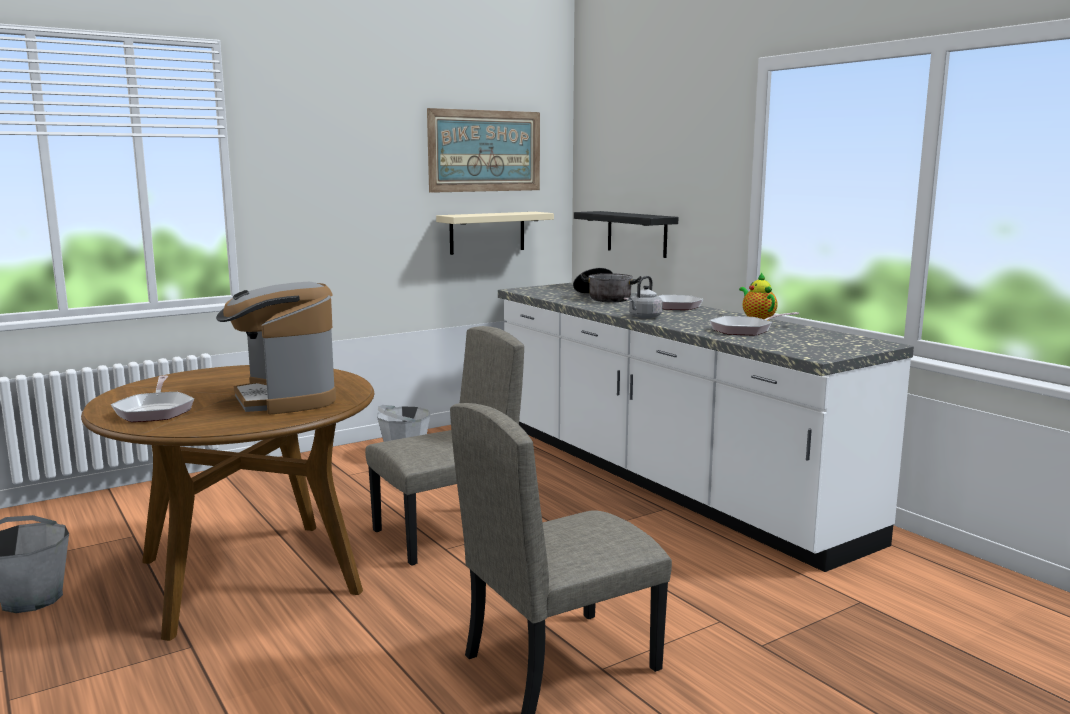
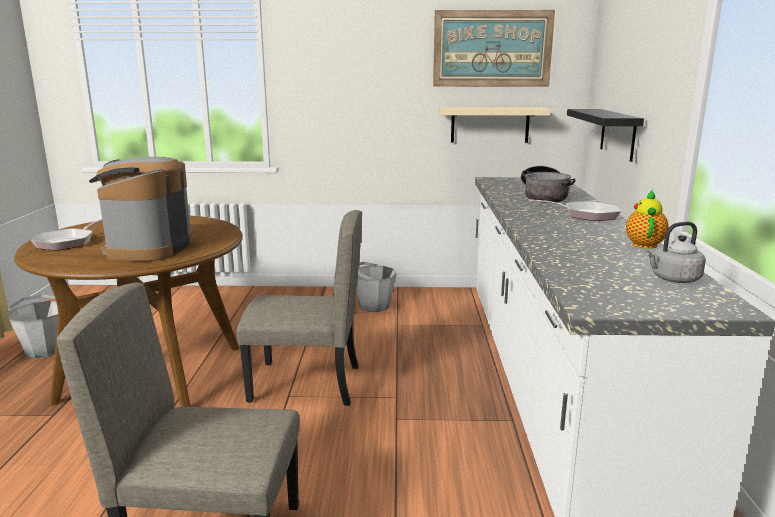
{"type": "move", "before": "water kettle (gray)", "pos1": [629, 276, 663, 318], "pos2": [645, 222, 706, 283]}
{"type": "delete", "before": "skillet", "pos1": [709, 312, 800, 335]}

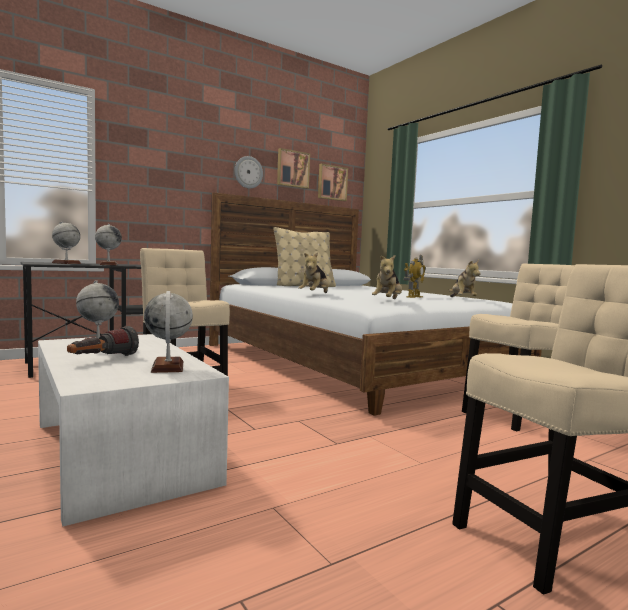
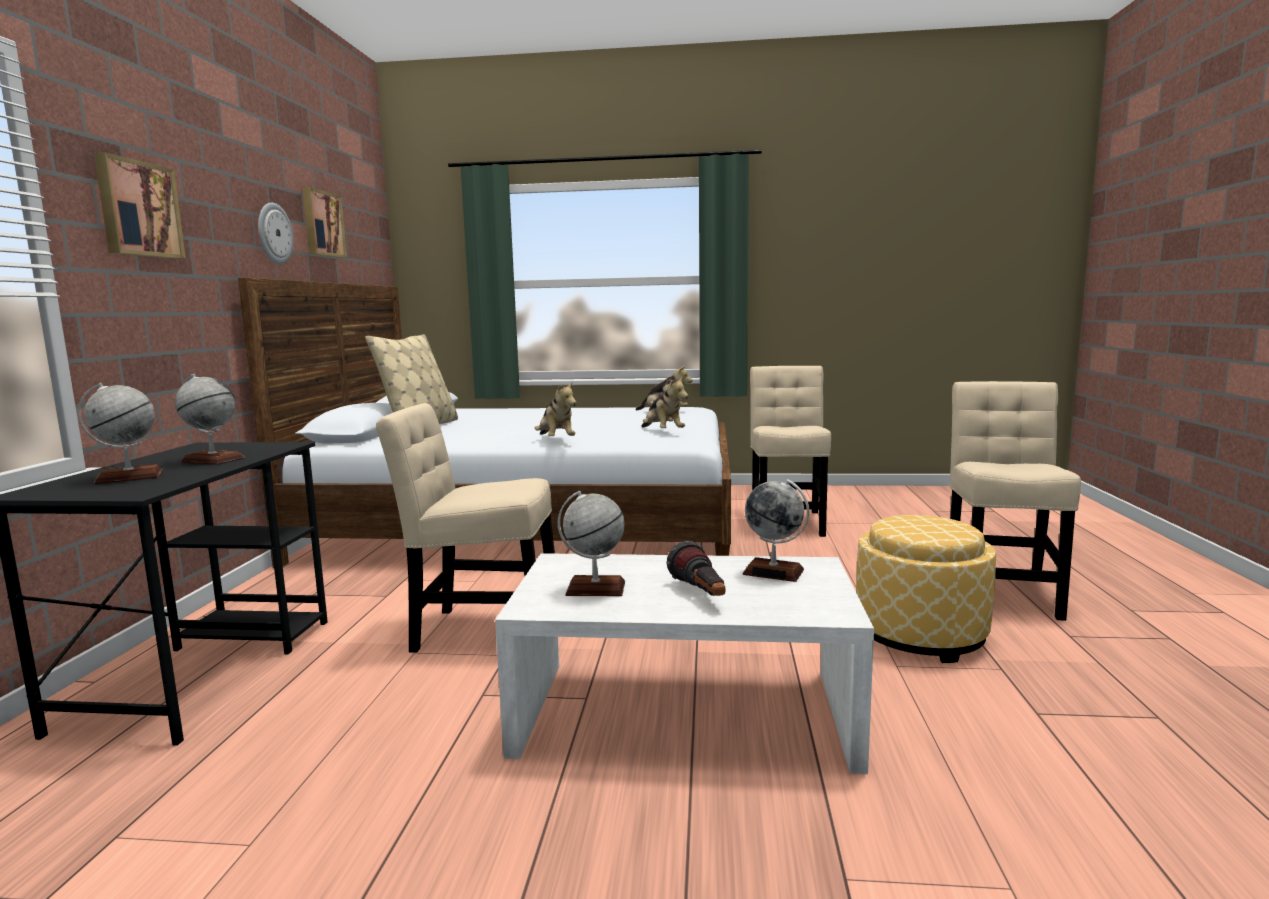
{"type": "move", "before": "picture", "pos1": [318, 164, 348, 201], "pos2": [94, 152, 186, 259]}
{"type": "delete", "before": "model robot", "pos1": [404, 255, 426, 298]}
{"type": "insert", "after": "footrest", "pos2": [856, 515, 996, 663]}

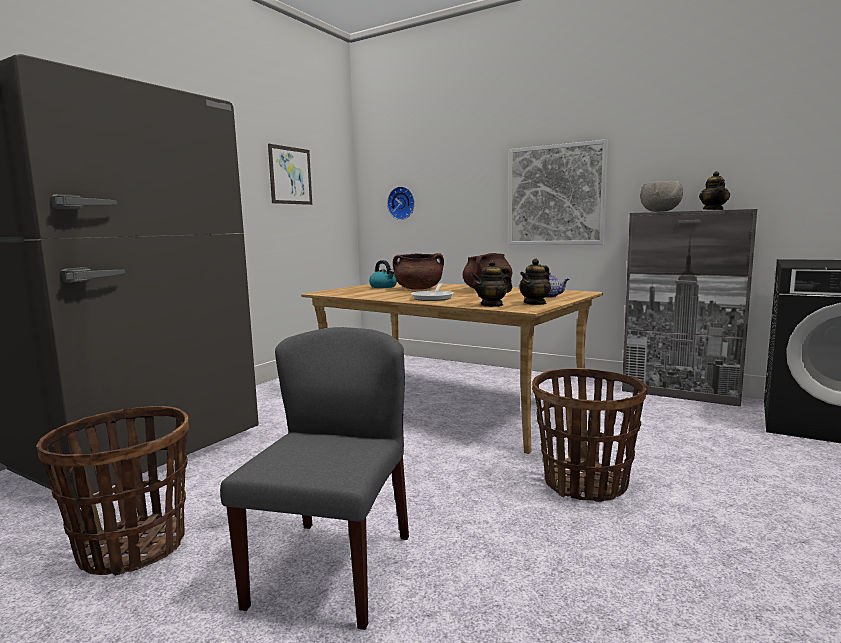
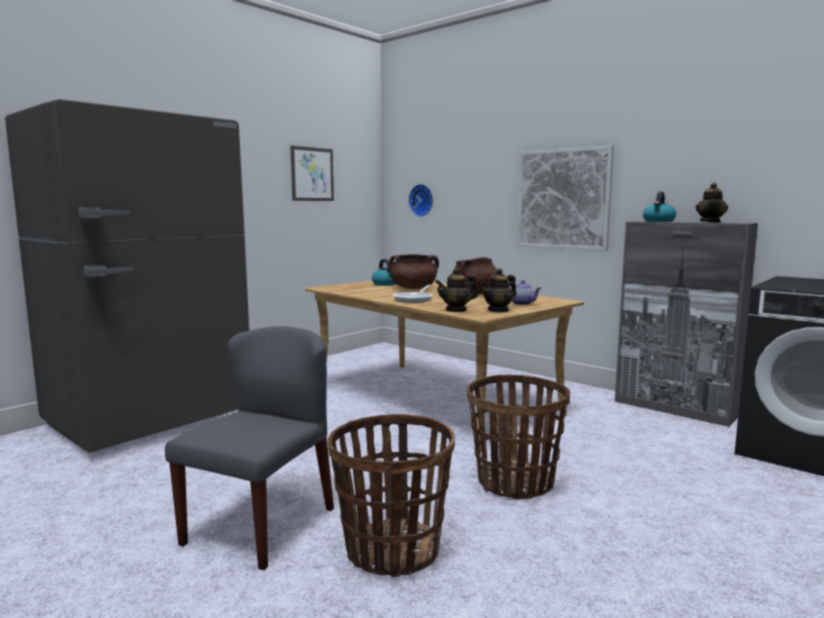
{"type": "replace", "before": "deep dish (gray)", "after": "water kettle", "pos1": [640, 181, 683, 212], "pos2": [643, 191, 676, 222]}
{"type": "move", "before": "storage basket", "pos1": [36, 406, 189, 576], "pos2": [327, 414, 455, 577]}

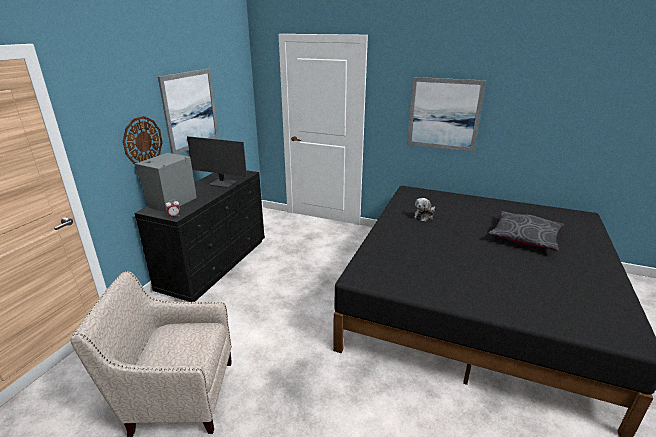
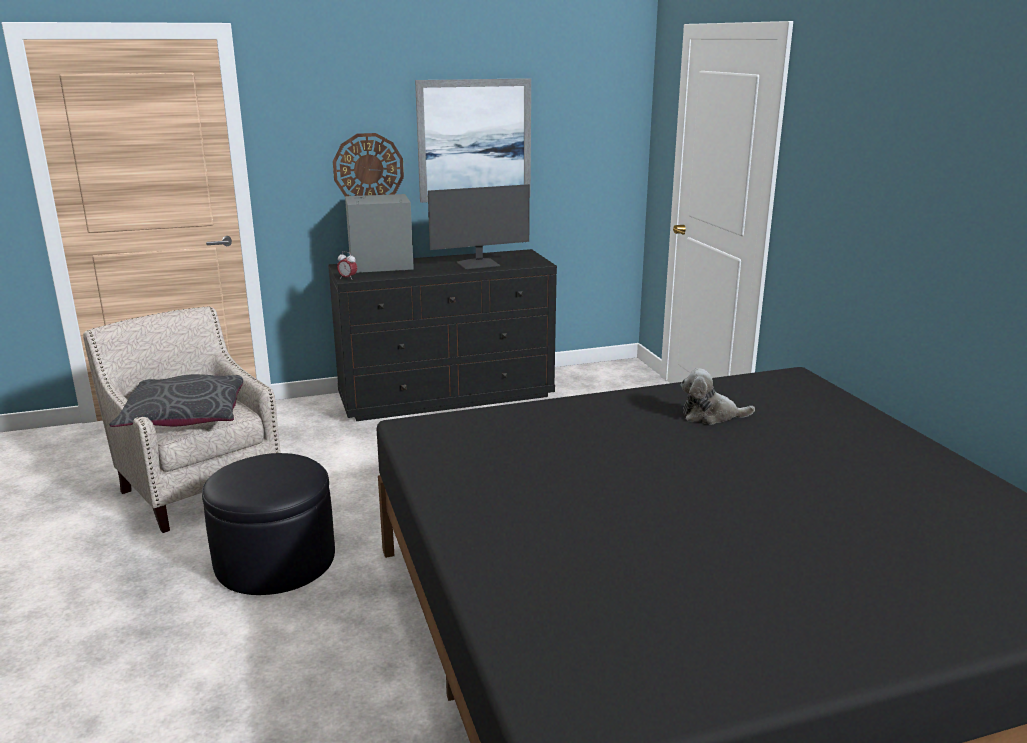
{"type": "delete", "before": "picture", "pos1": [407, 77, 486, 152]}
{"type": "rotate", "before": "monitor", "pos1": [187, 136, 247, 188], "pos2": [428, 184, 530, 270], "turn": -90}
{"type": "move", "before": "pillow (gray)", "pos1": [488, 211, 564, 251], "pos2": [109, 374, 243, 427]}
{"type": "insert", "after": "footrest (blackish)", "pos2": [202, 453, 335, 595]}

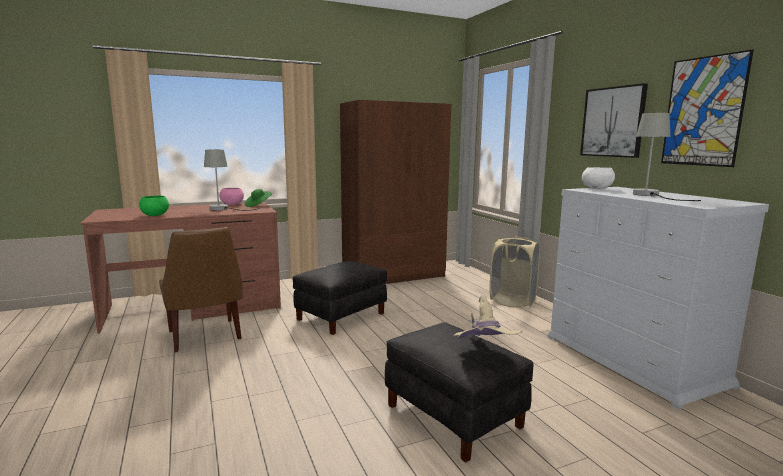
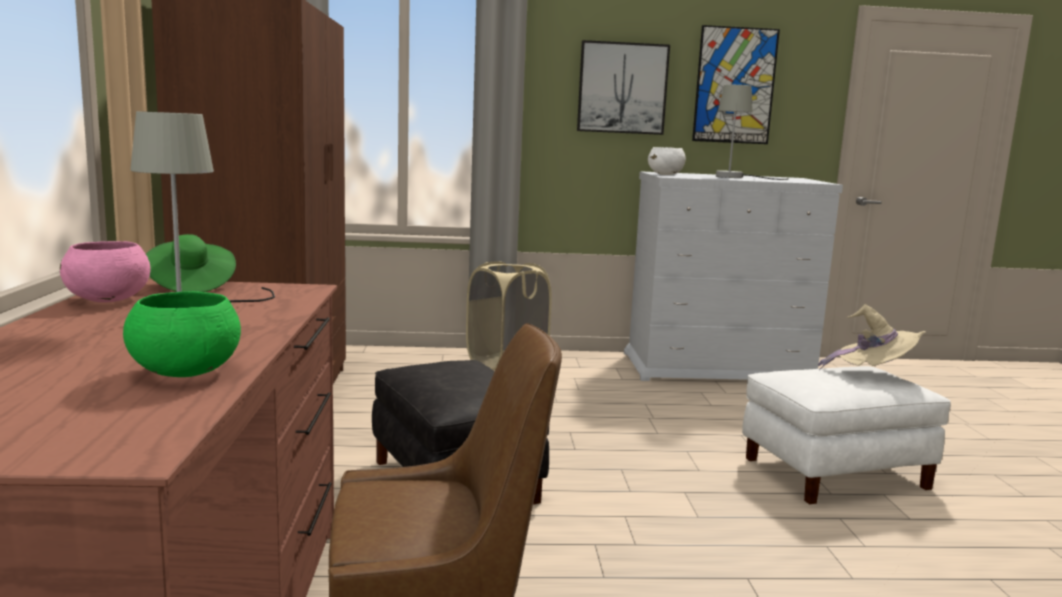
{"type": "recolor", "before": "footrest (blackish)", "after": "footrest (white-coloured)", "pos1": [385, 322, 534, 463], "pos2": [742, 366, 951, 504]}

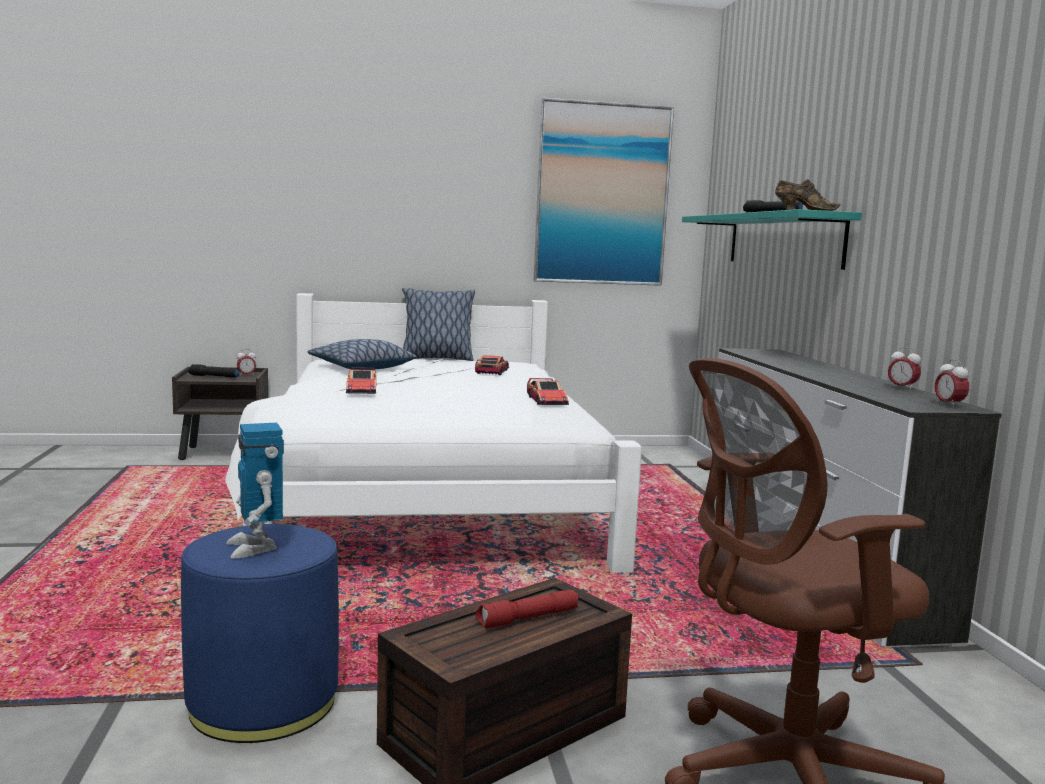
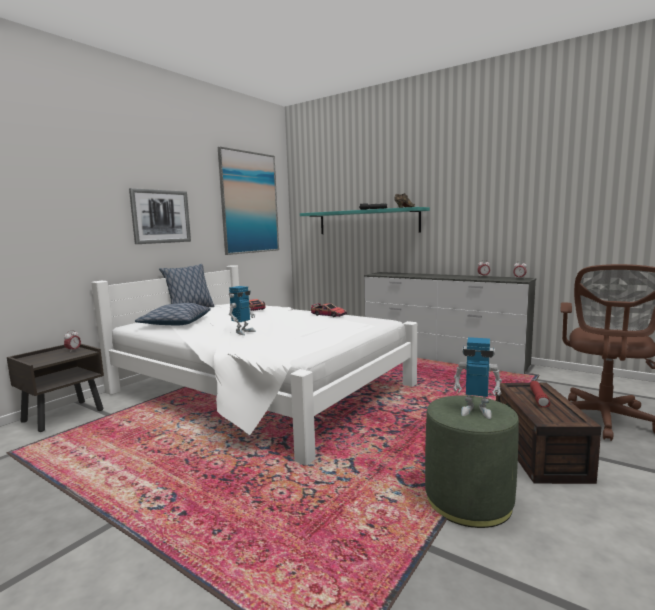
{"type": "delete", "before": "hand torch (blackish)", "pos1": [188, 364, 239, 378]}
{"type": "replace", "before": "miniature car", "after": "model robot", "pos1": [346, 367, 376, 394], "pos2": [229, 286, 256, 335]}
{"type": "recolor", "before": "footrest (blue)", "after": "footrest (green)", "pos1": [181, 524, 339, 743], "pos2": [425, 395, 519, 528]}
{"type": "insert", "after": "picture", "pos2": [129, 188, 191, 244]}

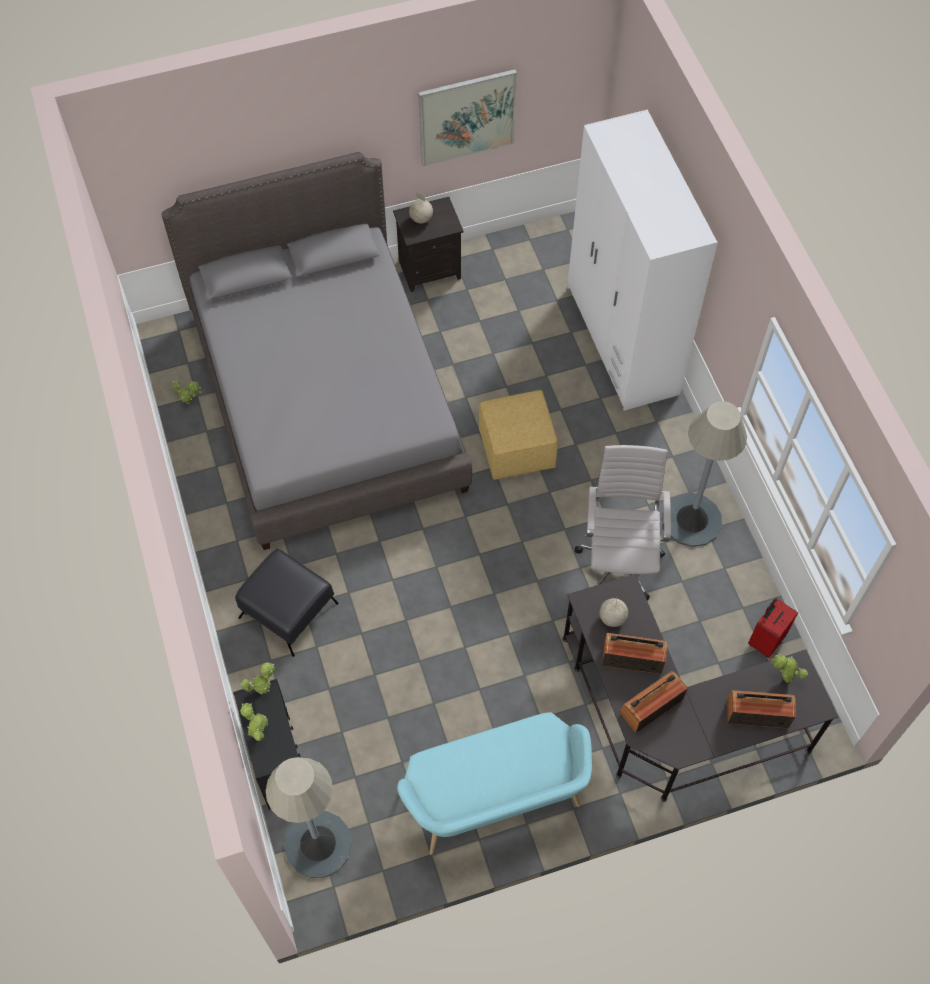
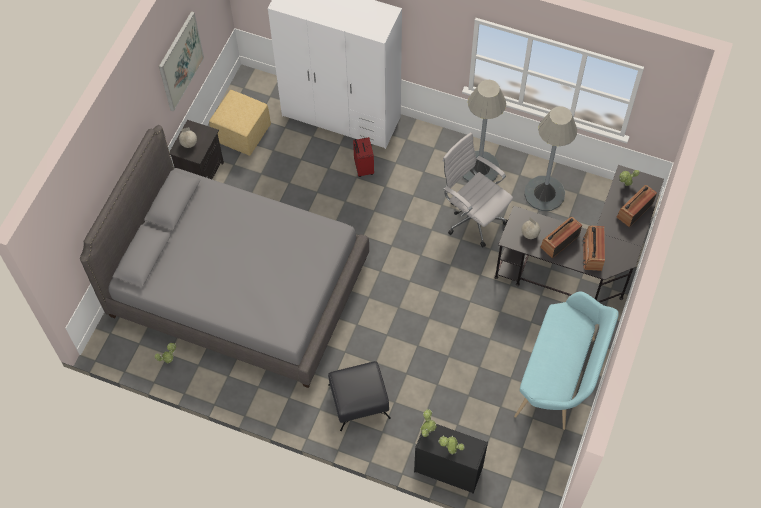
{"type": "move", "before": "footrest (yellowish)", "pos1": [479, 390, 558, 480], "pos2": [209, 90, 271, 156]}
{"type": "move", "before": "piece of luggage (red-coloured)", "pos1": [748, 598, 798, 658], "pos2": [353, 137, 374, 177]}
{"type": "move", "before": "standing lamp (gray)", "pos1": [266, 757, 352, 878], "pos2": [524, 106, 577, 211]}

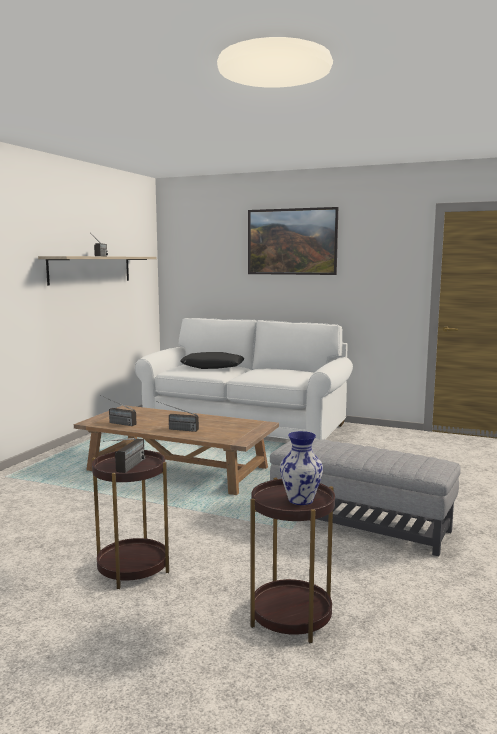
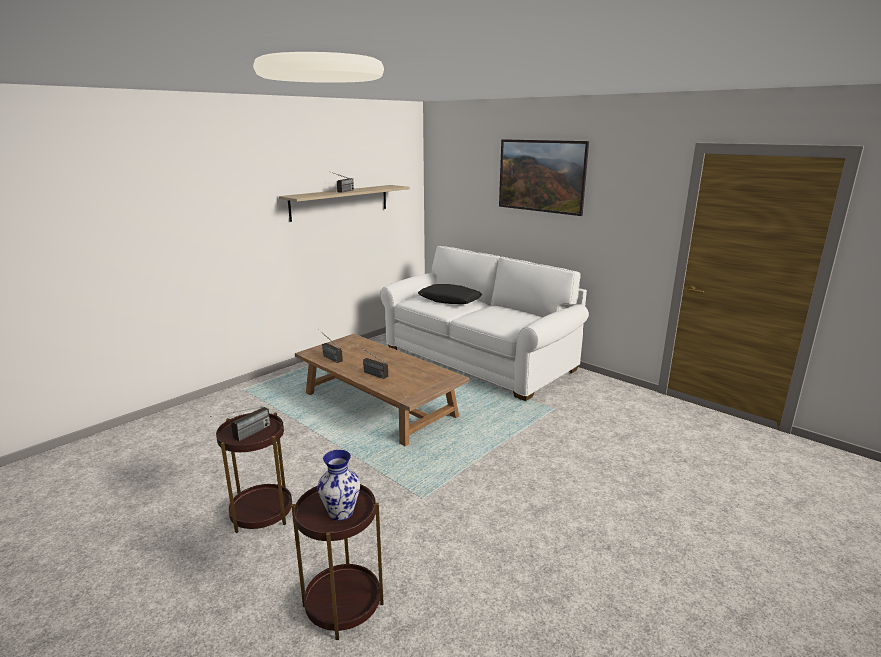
{"type": "delete", "before": "footrest (gray)", "pos1": [270, 438, 461, 556]}

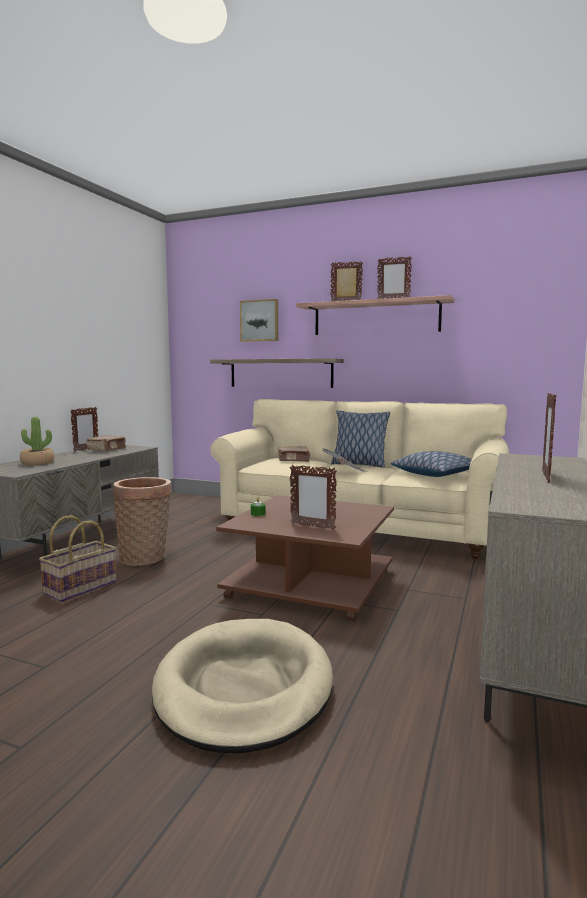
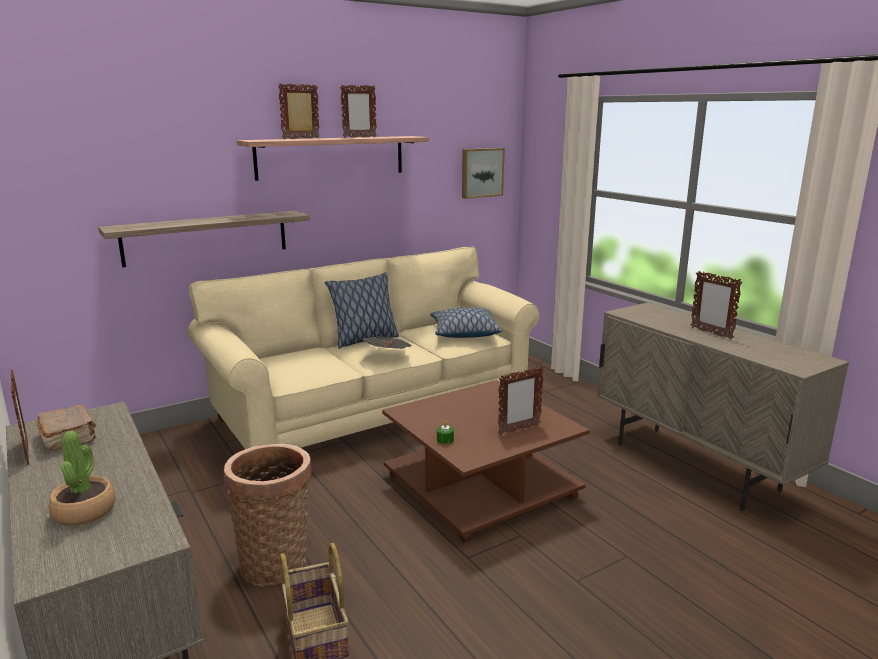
{"type": "move", "before": "picture", "pos1": [240, 299, 278, 342], "pos2": [462, 148, 505, 199]}
{"type": "delete", "before": "book (brownish)", "pos1": [278, 446, 310, 462]}
{"type": "delete", "before": "dog bed (beige)", "pos1": [152, 619, 333, 753]}

